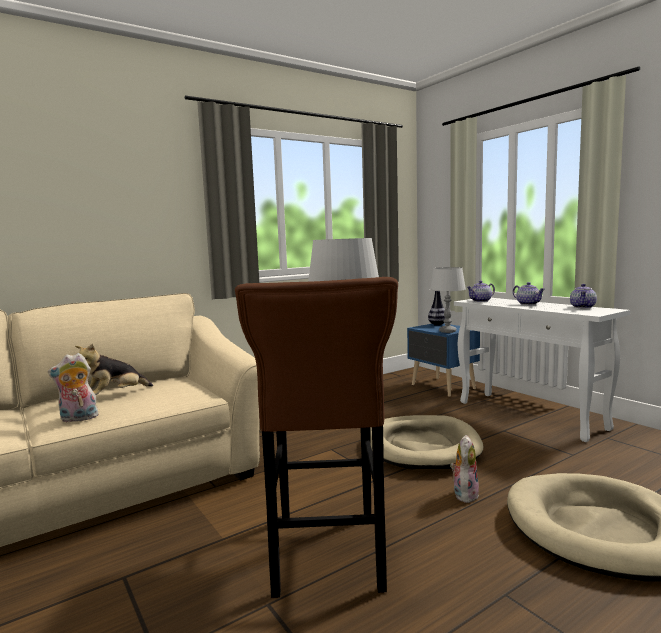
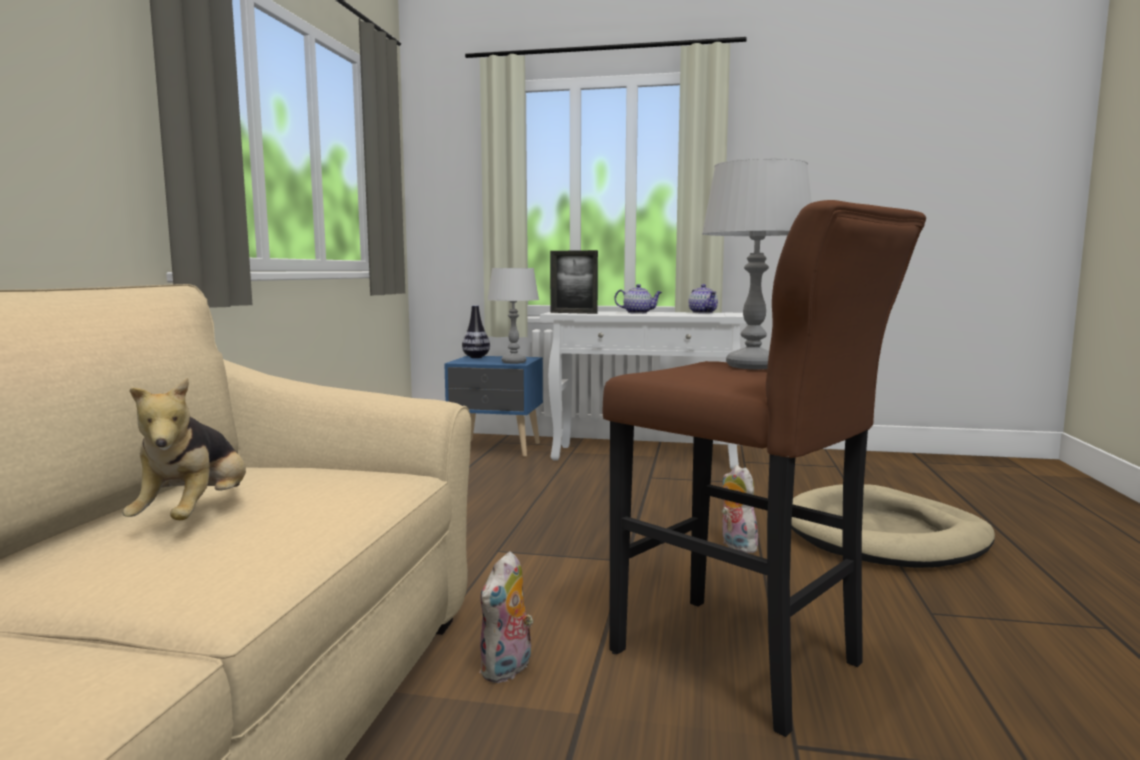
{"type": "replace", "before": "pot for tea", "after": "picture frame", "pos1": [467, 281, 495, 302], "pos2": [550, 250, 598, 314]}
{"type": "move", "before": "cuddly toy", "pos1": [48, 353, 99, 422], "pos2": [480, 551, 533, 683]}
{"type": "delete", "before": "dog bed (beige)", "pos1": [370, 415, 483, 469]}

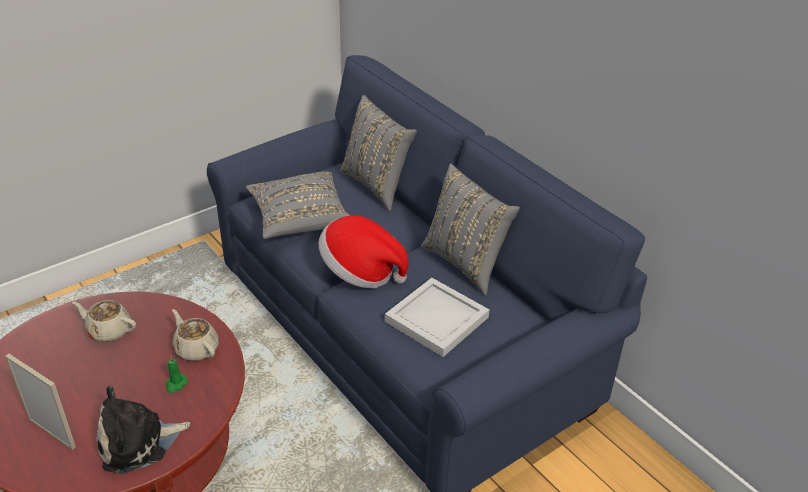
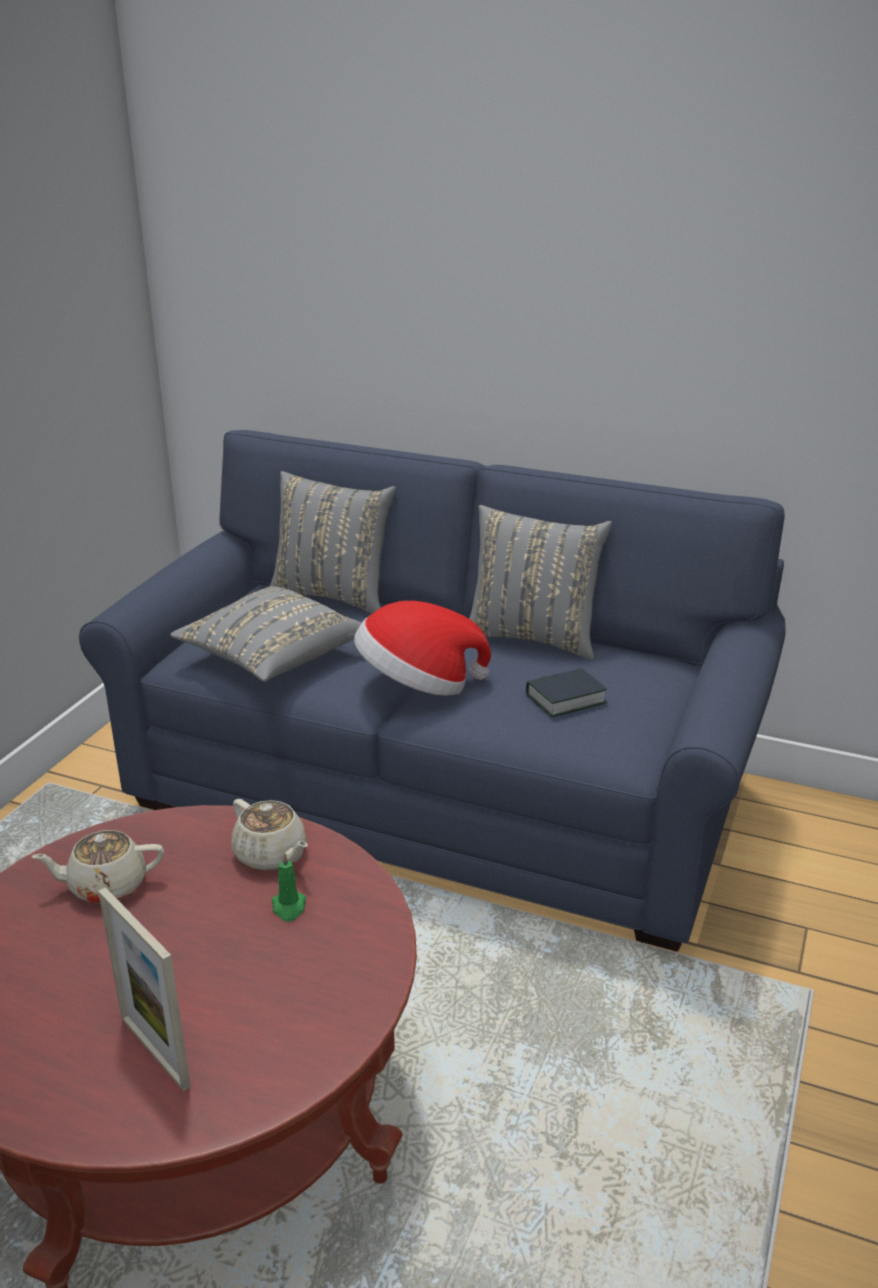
{"type": "replace", "before": "serving tray (white-coloured)", "after": "book", "pos1": [385, 278, 489, 357], "pos2": [526, 668, 607, 717]}
{"type": "rotate", "before": "pot for tea (beige)", "pos1": [172, 309, 219, 361], "pos2": [231, 799, 308, 871], "turn": -150}
{"type": "rotate", "before": "picture frame", "pos1": [5, 354, 76, 450], "pos2": [98, 887, 191, 1091], "turn": -135}
{"type": "delete", "before": "cuddly toy", "pos1": [97, 385, 190, 474]}

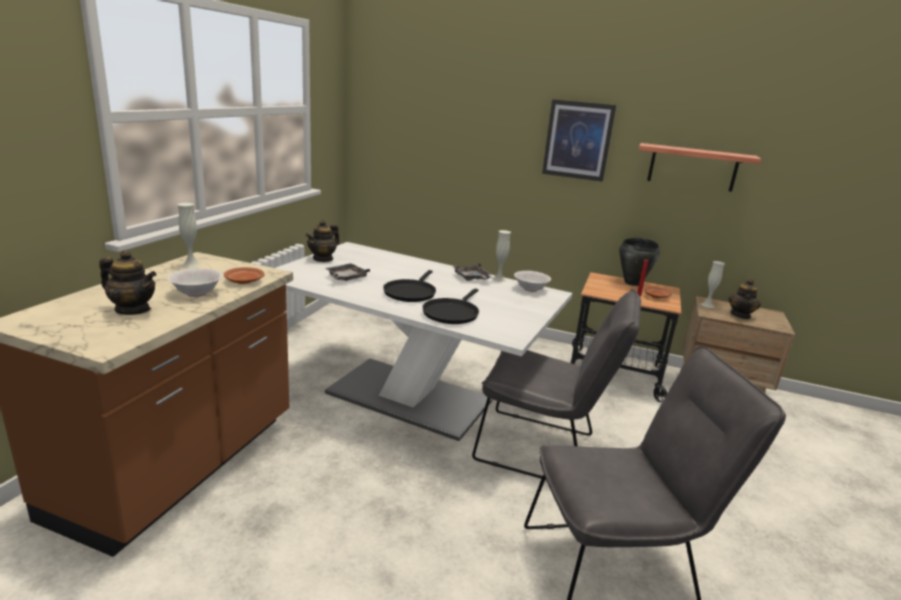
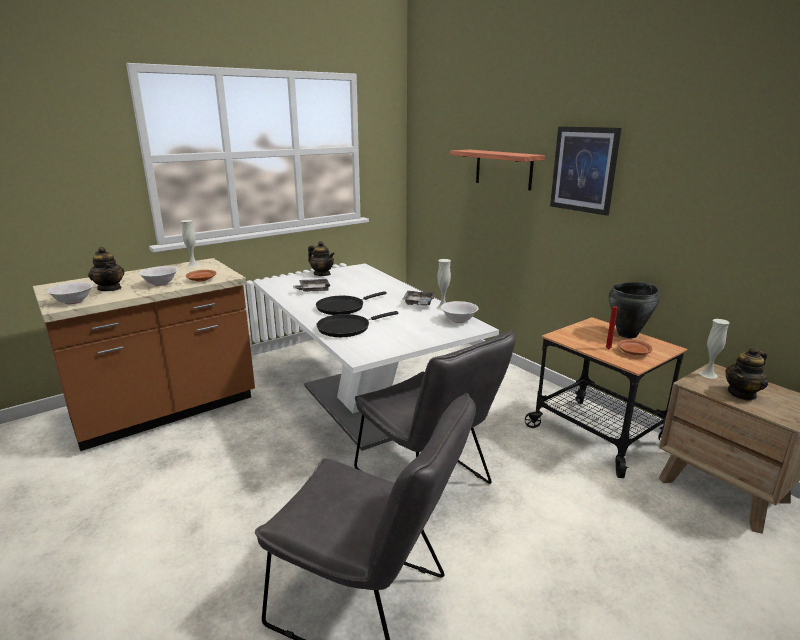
{"type": "move", "before": "shelf", "pos1": [639, 143, 762, 192], "pos2": [450, 150, 545, 190]}
{"type": "rotate", "before": "pot for tea", "pos1": [305, 220, 340, 262], "pos2": [308, 241, 335, 276], "turn": -120}
{"type": "insert", "after": "deep dish (white-coloured)", "pos2": [47, 282, 93, 304]}

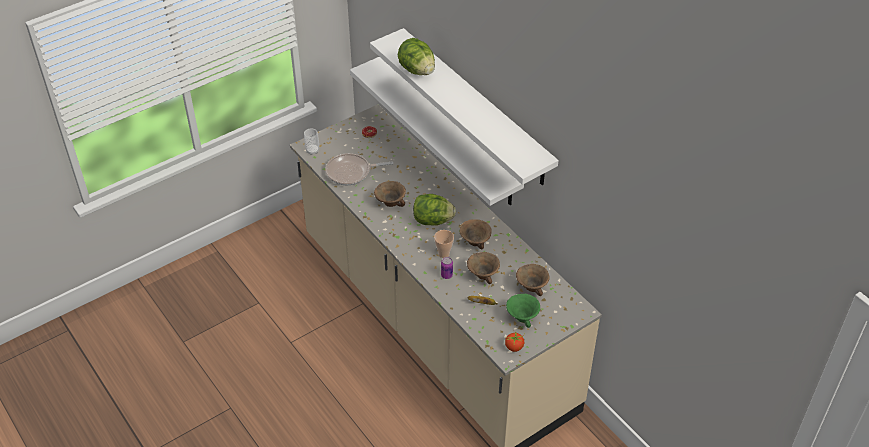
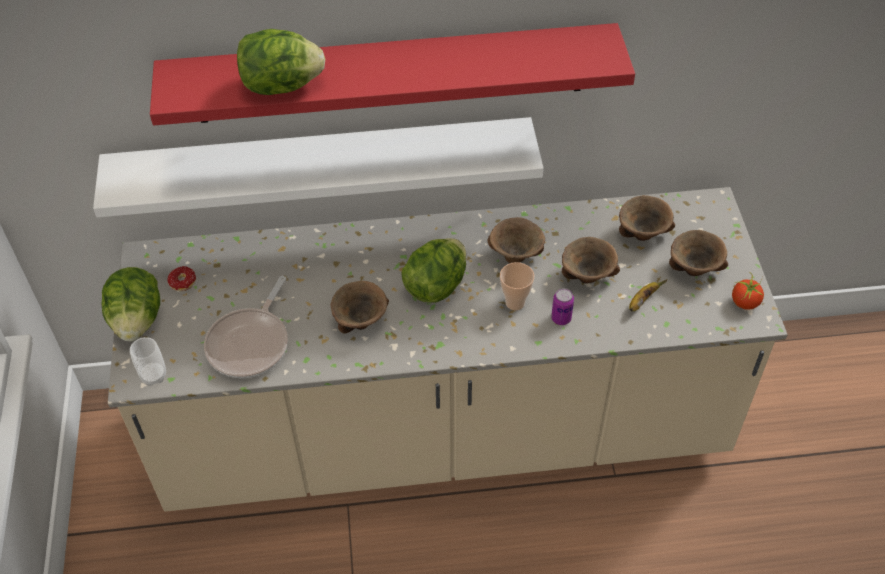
{"type": "recolor", "before": "shelf (white-coloured)", "after": "shelf (red-coloured)", "pos1": [370, 28, 559, 186], "pos2": [150, 23, 635, 126]}
{"type": "recolor", "before": "deep dish (green)", "after": "deep dish (brownish)", "pos1": [506, 294, 540, 328], "pos2": [669, 230, 728, 276]}
{"type": "insert", "after": "head of lettuce", "pos2": [102, 267, 160, 341]}

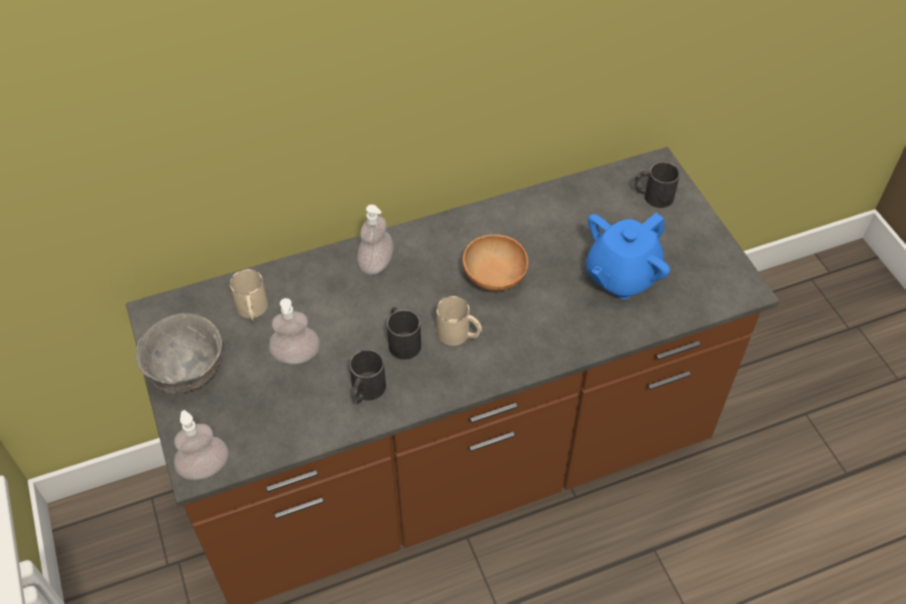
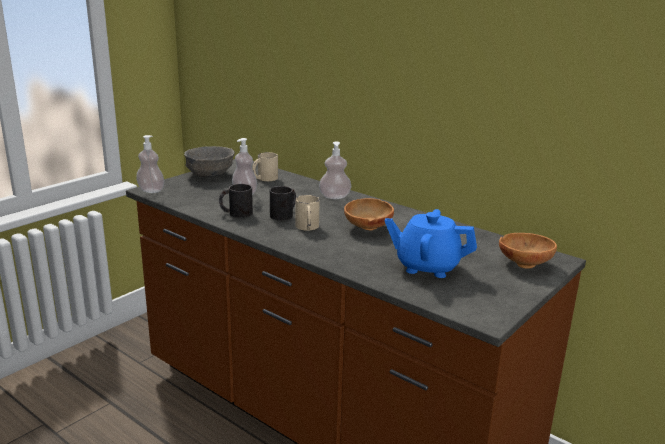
{"type": "replace", "before": "coffee mug (blackish)", "after": "deep dish (brownish)", "pos1": [634, 162, 680, 208], "pos2": [499, 233, 557, 269]}

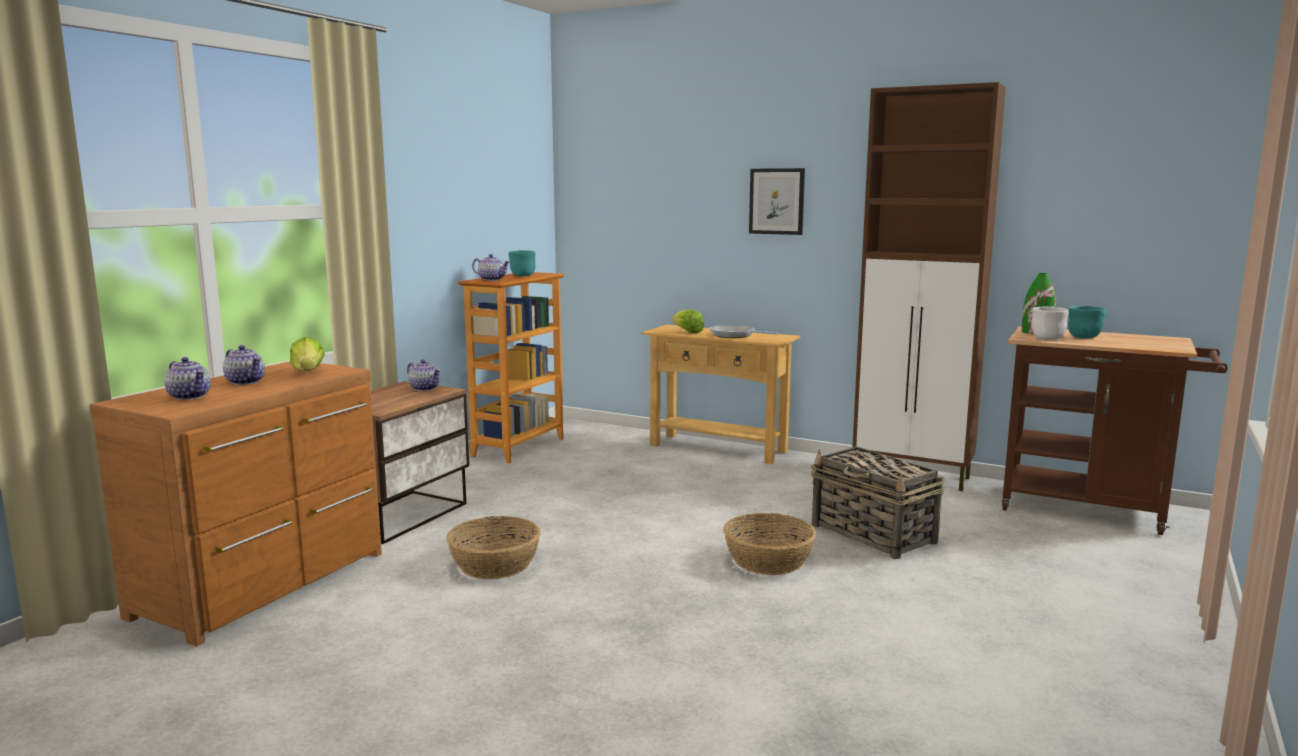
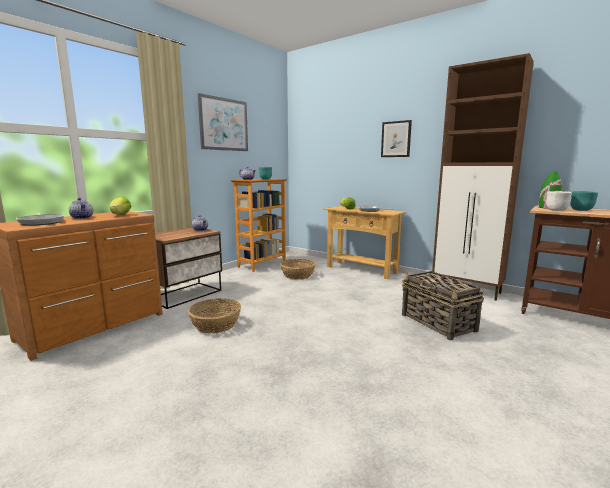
{"type": "replace", "before": "pot for tea", "after": "skillet", "pos1": [164, 357, 211, 400], "pos2": [16, 213, 64, 226]}
{"type": "move", "before": "storage basket", "pos1": [723, 513, 816, 575], "pos2": [280, 259, 316, 280]}
{"type": "insert", "after": "picture", "pos2": [198, 93, 248, 151]}

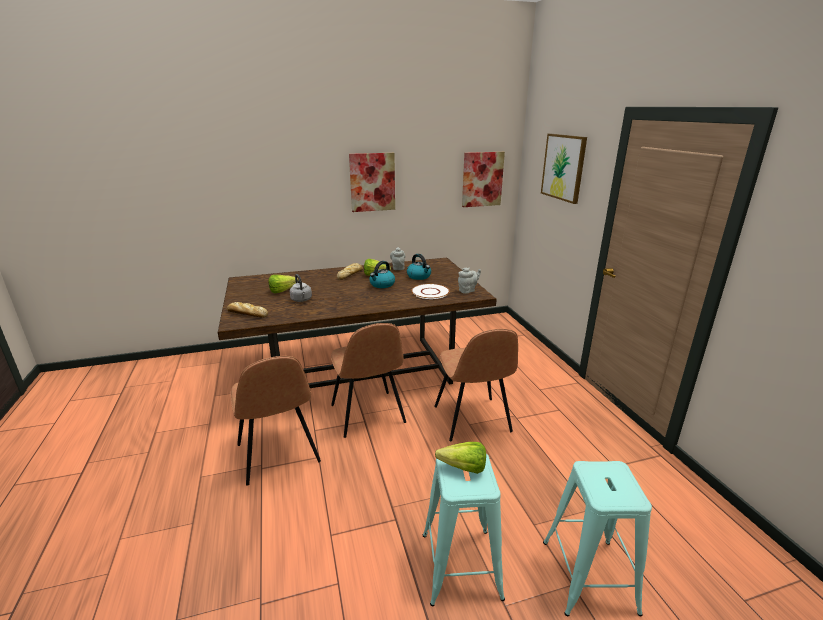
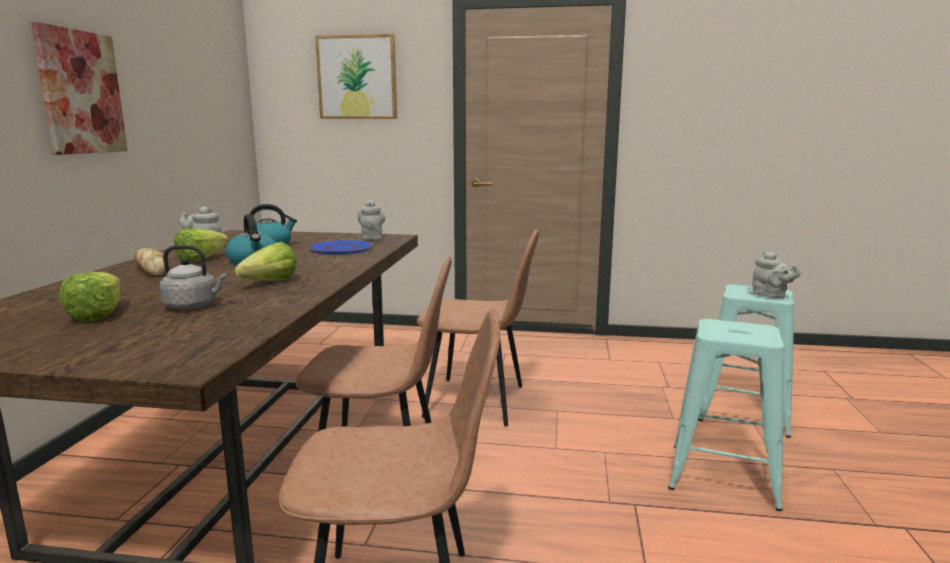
{"type": "delete", "before": "picture", "pos1": [462, 152, 505, 207]}
{"type": "recolor", "before": "plate (white-coloured)", "after": "plate (blue)", "pos1": [411, 284, 450, 299], "pos2": [308, 240, 374, 255]}
{"type": "delete", "before": "baked bread", "pos1": [227, 302, 268, 318]}
{"type": "move", "before": "head of lettuce", "pos1": [435, 442, 486, 474], "pos2": [235, 242, 296, 281]}
{"type": "insert", "after": "pot for tea (gray)", "pos2": [752, 251, 801, 298]}

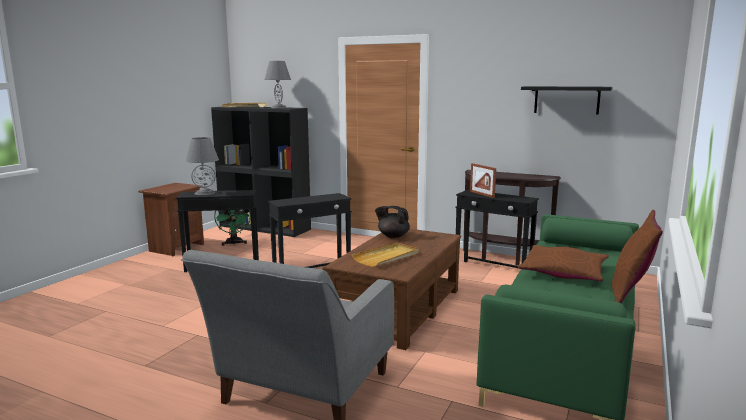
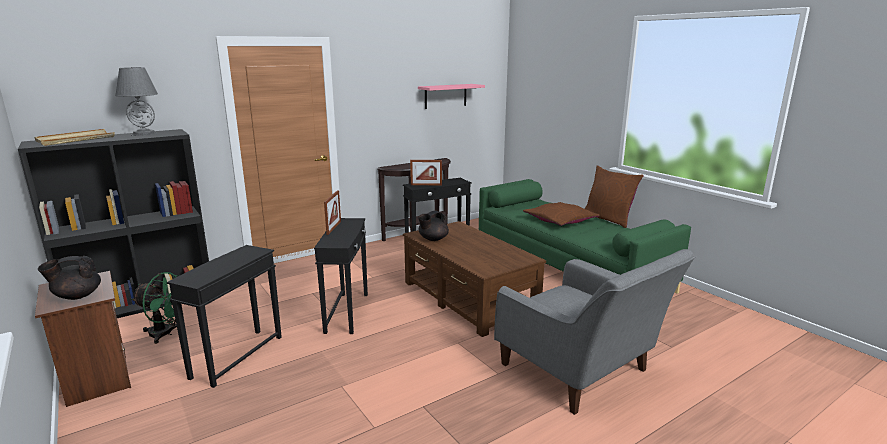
{"type": "recolor", "before": "shelf (blackish)", "after": "shelf (pink)", "pos1": [521, 86, 612, 115], "pos2": [418, 84, 485, 109]}
{"type": "delete", "before": "lamp for a table (gray)", "pos1": [186, 137, 219, 195]}
{"type": "delete", "before": "serving tray (beige)", "pos1": [352, 242, 419, 267]}
{"type": "insert", "after": "picture frame", "pos2": [324, 190, 341, 235]}
{"type": "insert", "after": "pot for tea (blackish)", "pos2": [38, 256, 101, 300]}

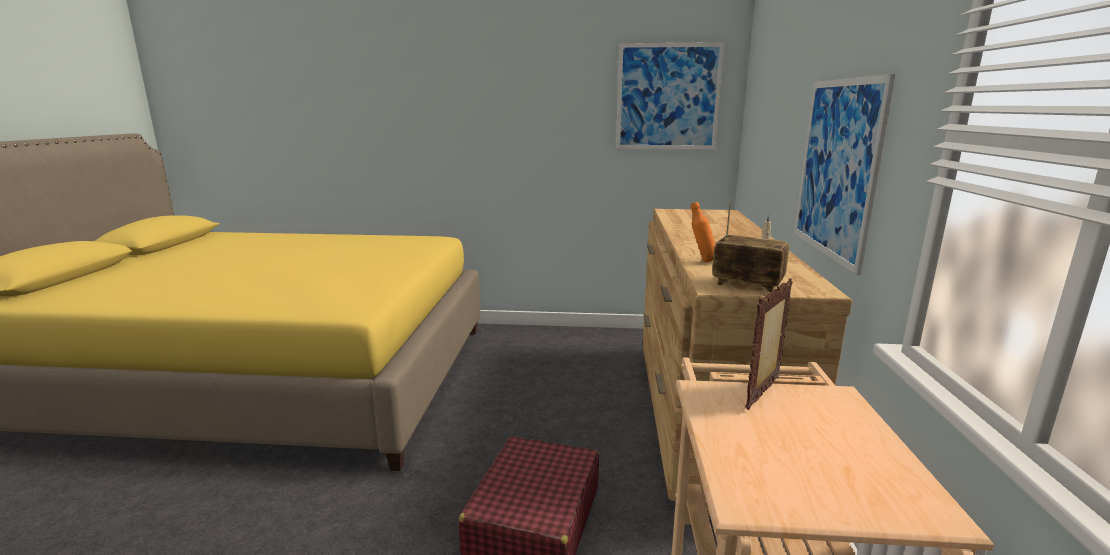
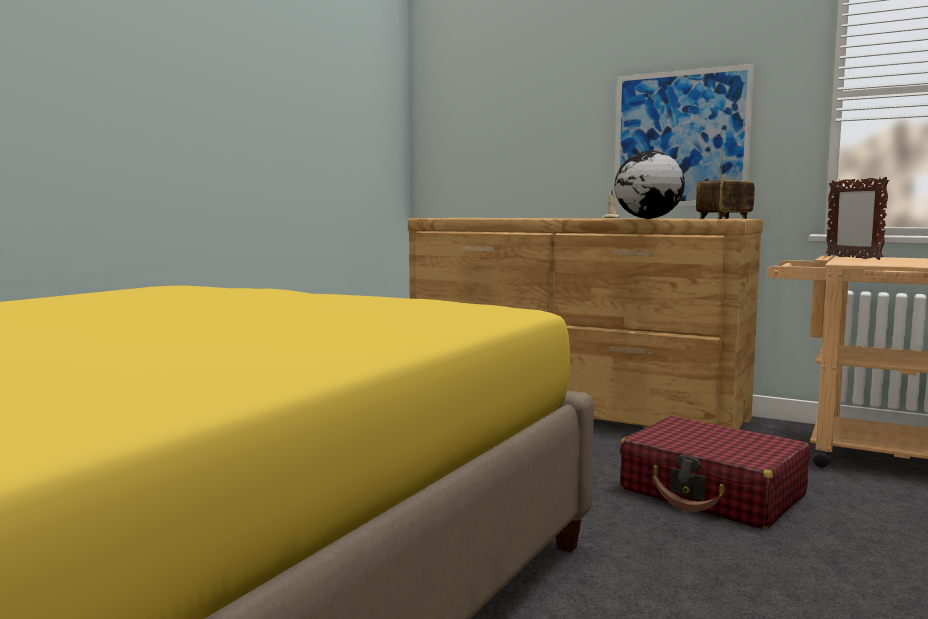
{"type": "delete", "before": "picture", "pos1": [616, 42, 724, 149]}
{"type": "replace", "before": "drink bottle (orangey)", "after": "world globe", "pos1": [691, 202, 715, 262], "pos2": [614, 151, 685, 219]}

